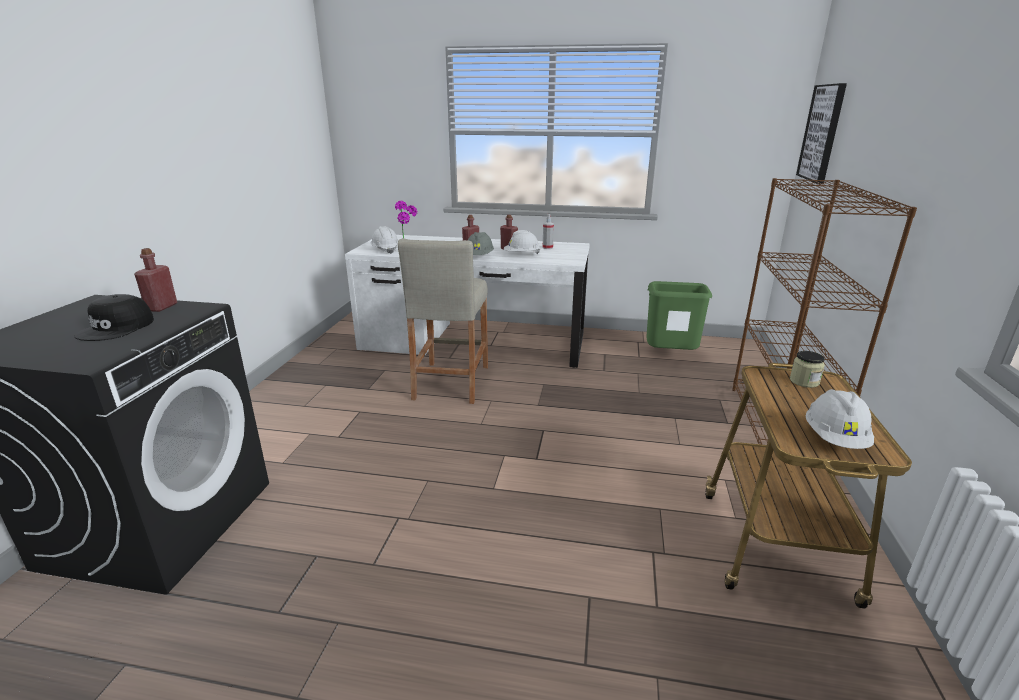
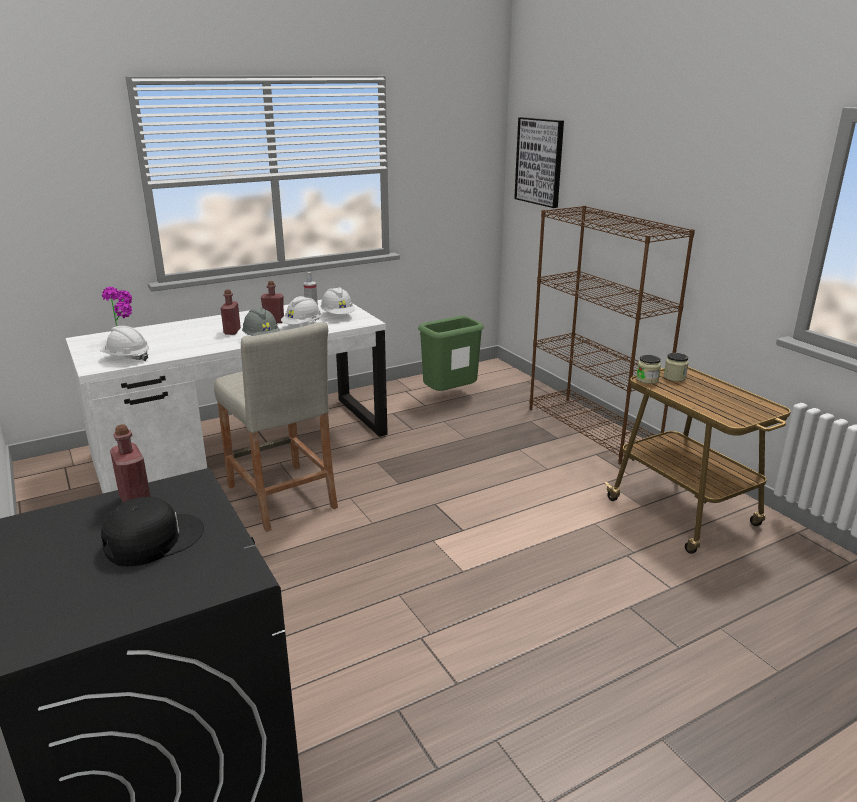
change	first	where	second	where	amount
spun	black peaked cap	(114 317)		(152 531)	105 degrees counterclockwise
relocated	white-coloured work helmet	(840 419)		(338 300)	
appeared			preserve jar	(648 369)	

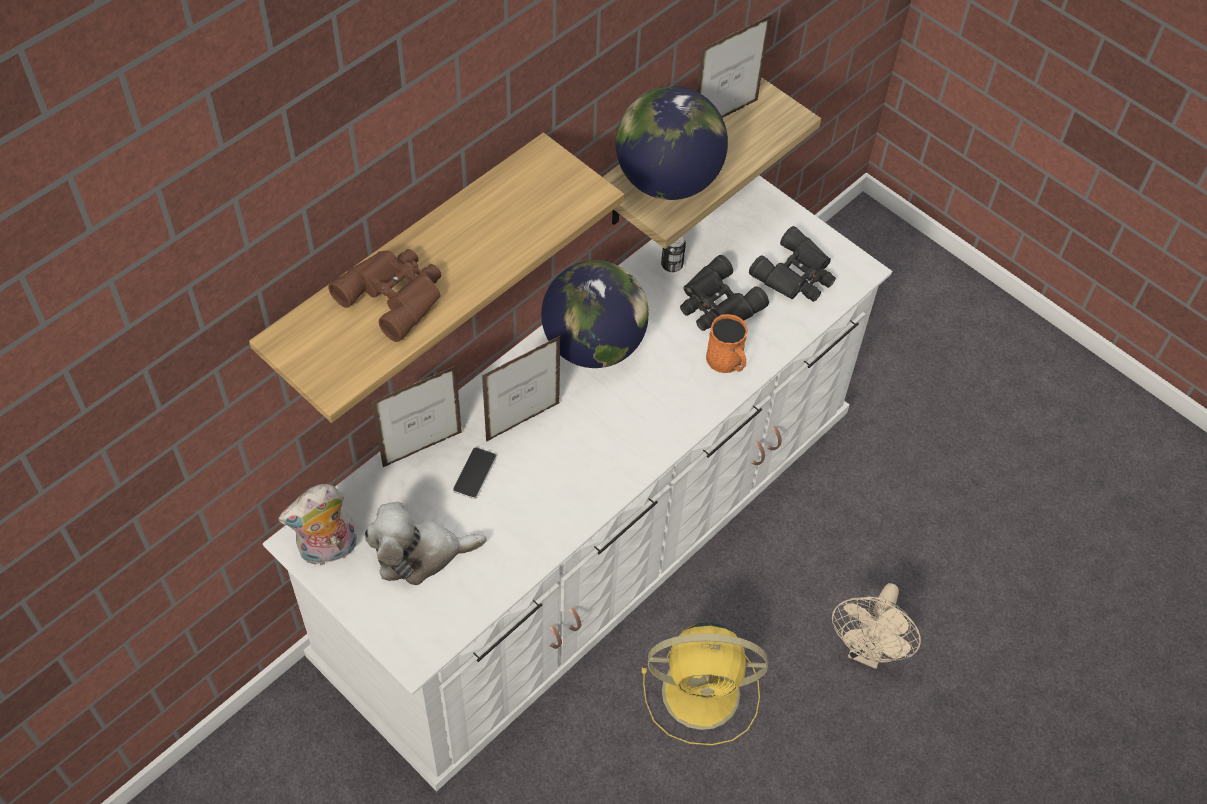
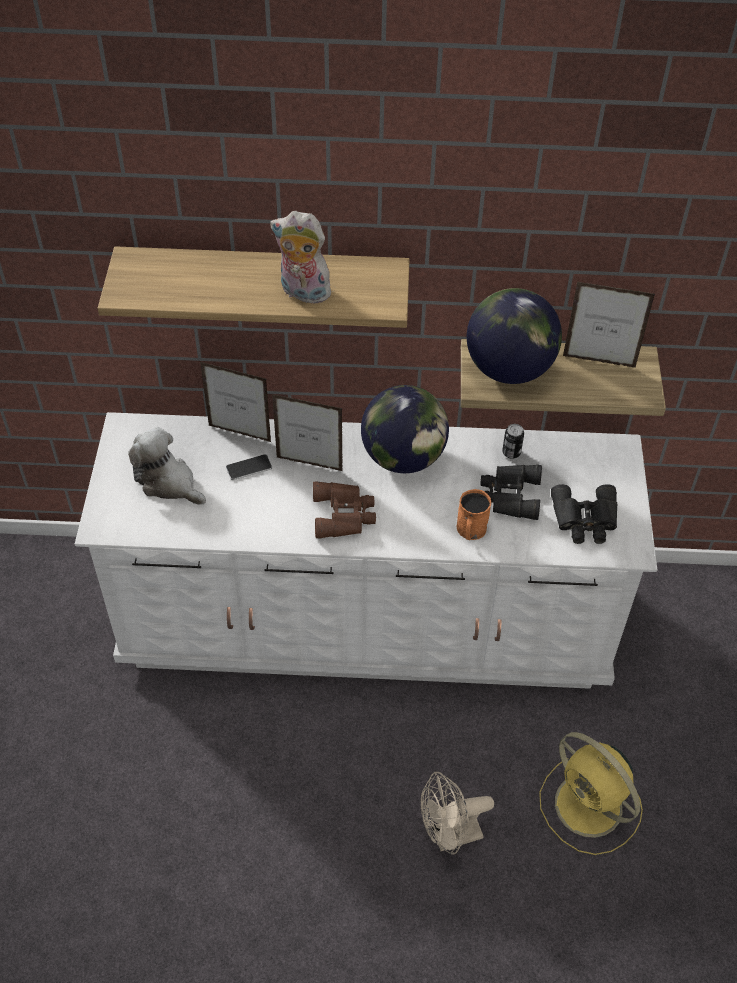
change	first	where	second	where	amount
relocated	cuddly toy	(317 524)		(303 258)	
relocated	brown-coloured pair of binoculars	(384 295)		(344 510)	
relocated	yellow cooling fan	(705 684)		(591 793)	

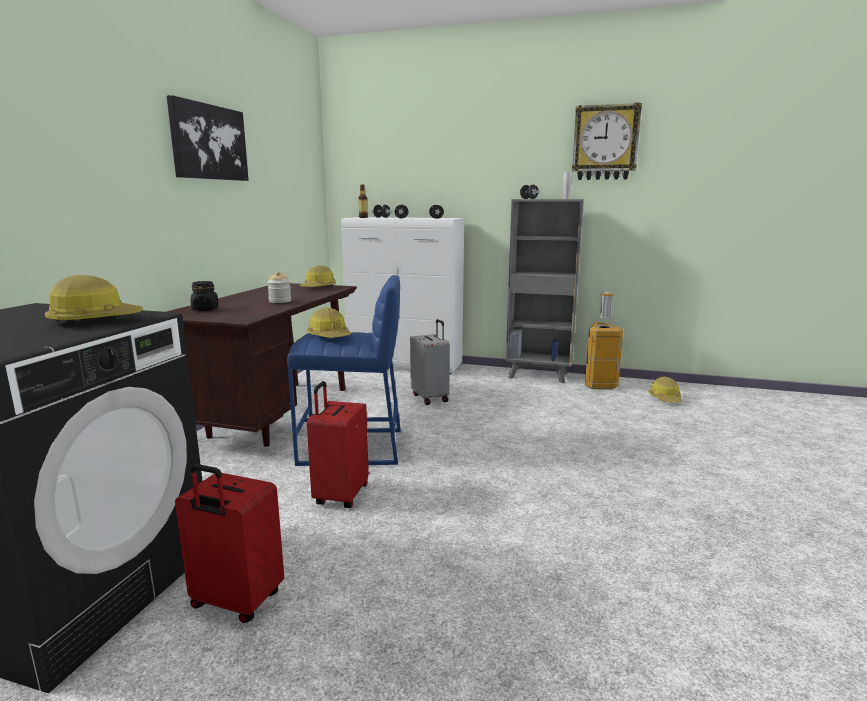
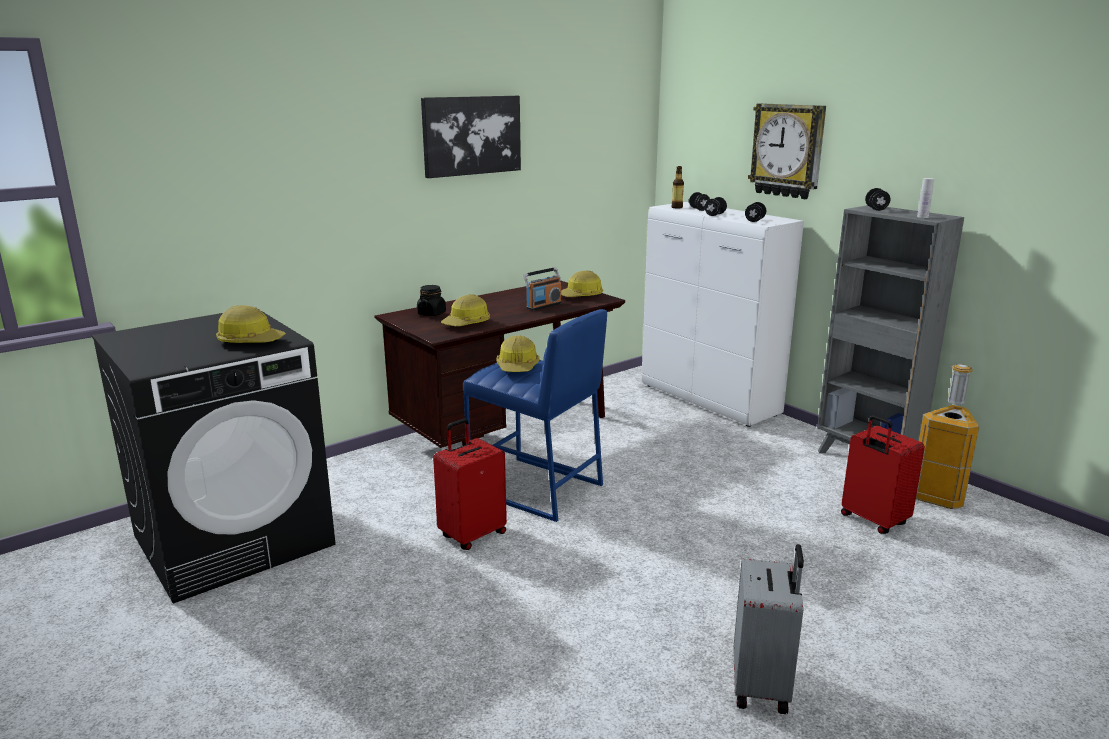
change	first	where	second	where	amount
relocated	work helmet	(665 389)		(465 310)	
appeared			radio set	(542 288)	
relocated	grey suitcase	(430 362)		(769 629)	
relocated	wall clock	(607 141)		(787 151)	
relocated	red suitcase	(229 543)		(883 474)	
missing	preserve jar	(279 287)			

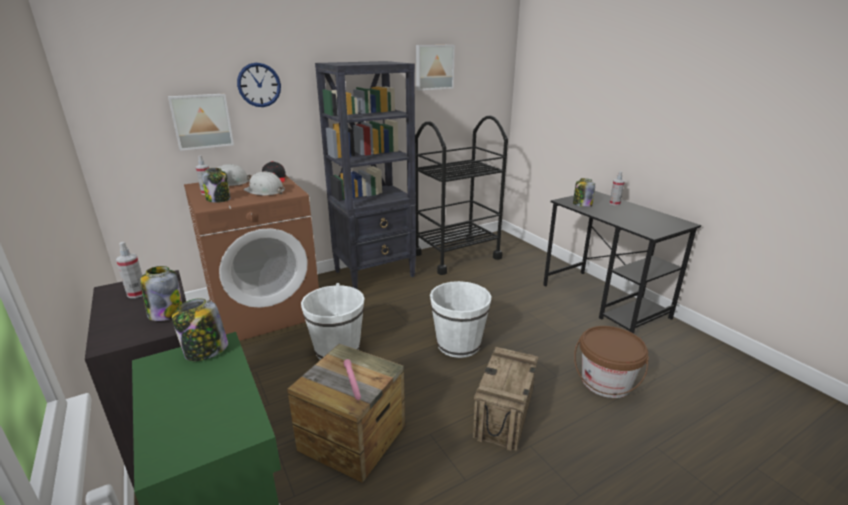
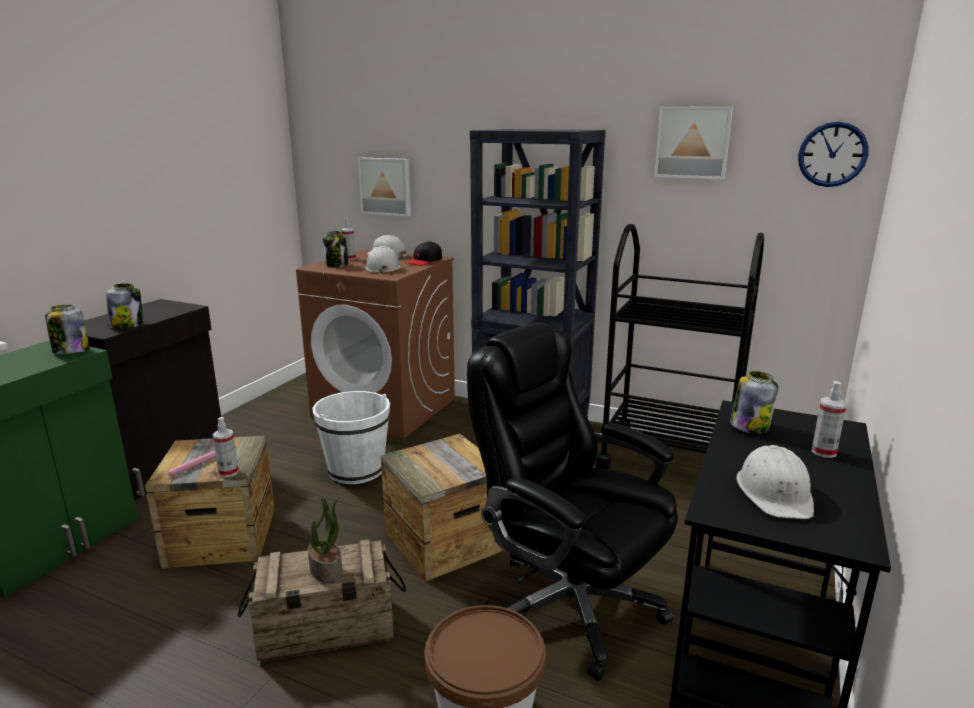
change	first	where	second	where	amount
relocated	hand sprayer	(129 270)		(226 447)	
appeared			houseplant	(325 539)	
exchanged	white-coloured bucket	(460 319)	packing crate	(443 508)	
appeared			black office chair	(572 501)	
appeared			white-coloured work helmet	(775 482)	
relocated	wall clock	(259 85)		(833 154)	

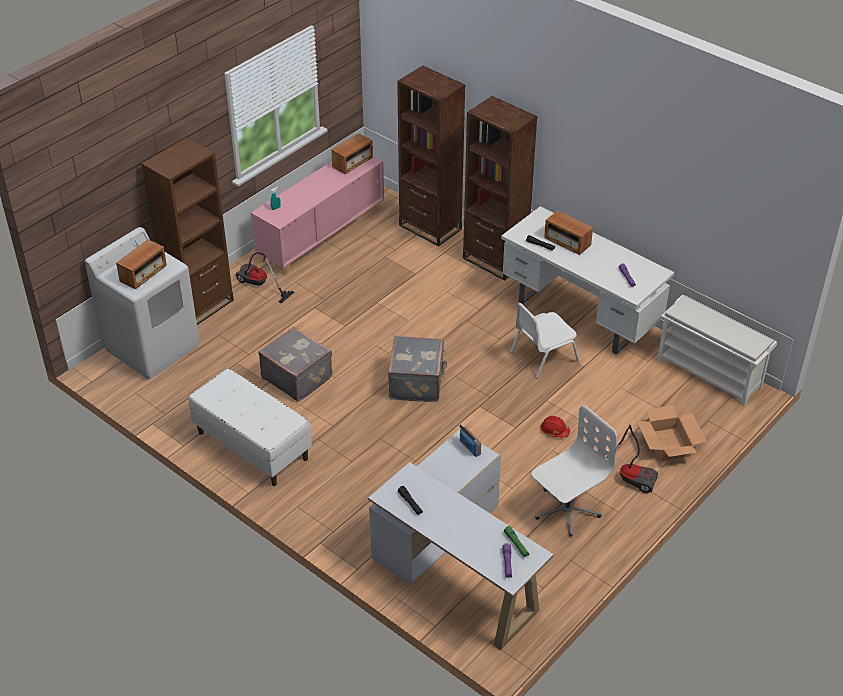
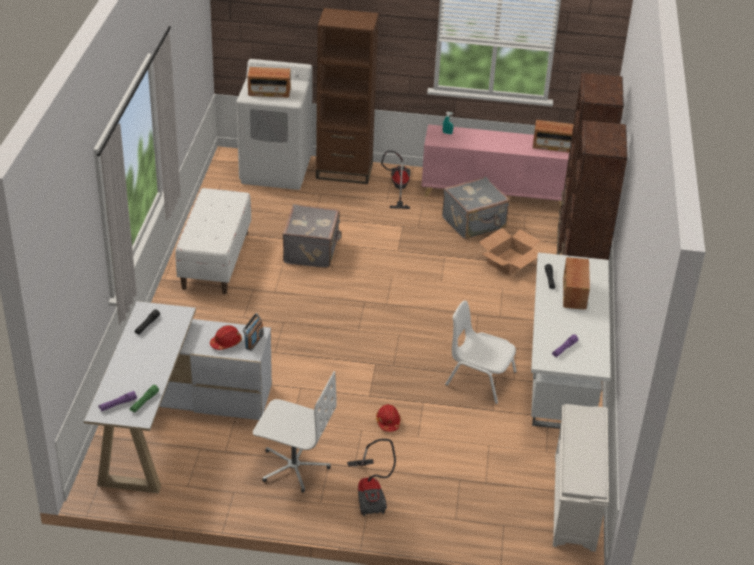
change	first	where	second	where	amount
appeared			red work helmet	(226 337)	
relocated	grey suitcase	(417 369)		(476 207)	
relocated	packing box	(672 433)		(510 252)	

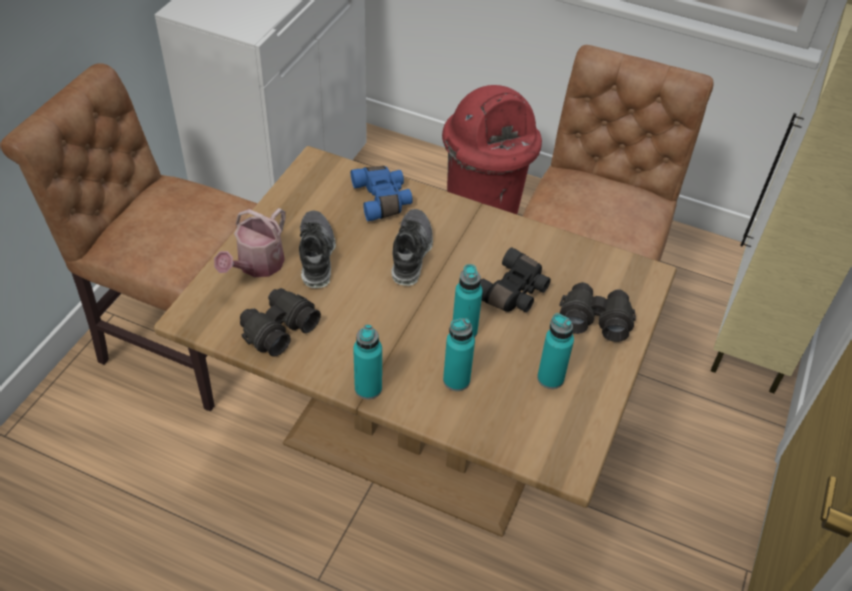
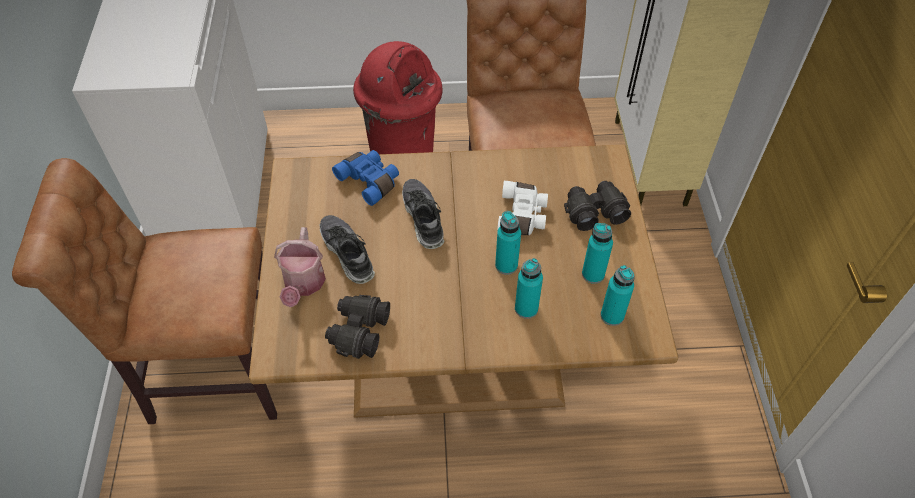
change	first	where	second	where	amount
colour	black pair of binoculars	(516 279)	white-coloured pair of binoculars	(522 208)	
relocated	turquoise drink bottle	(367 362)		(618 295)	

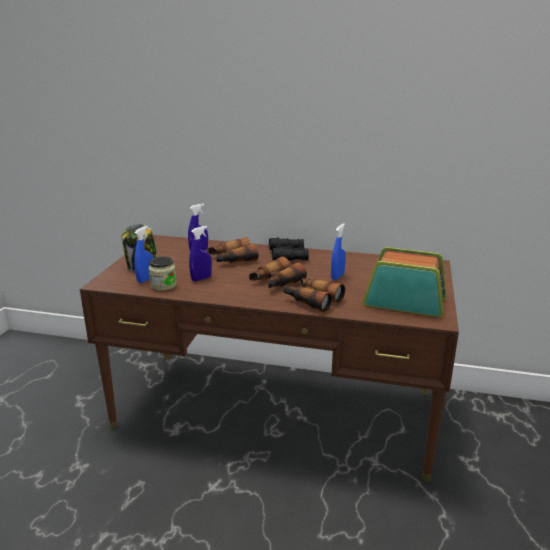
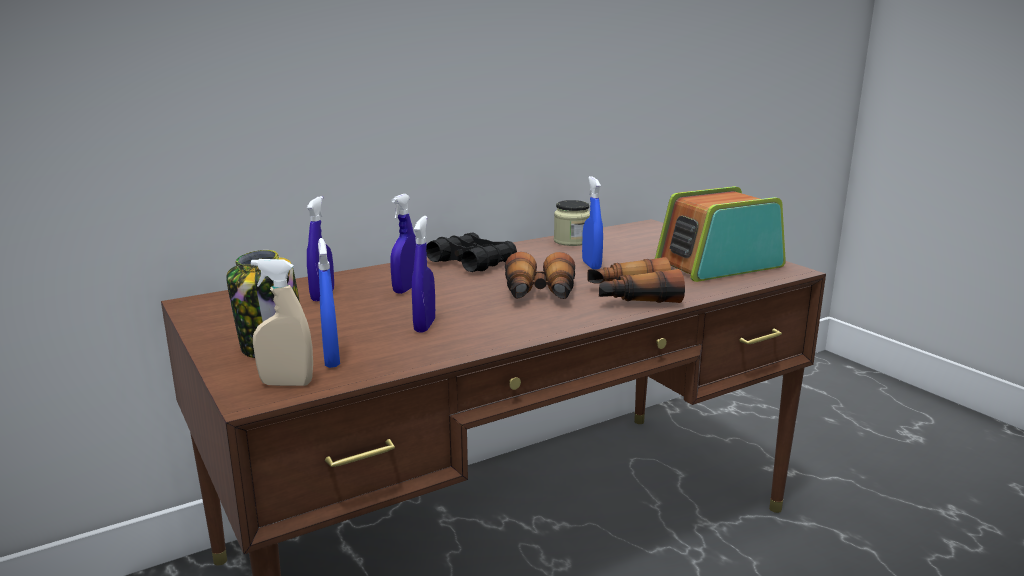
change	first	where	second	where	amount
appeared			sand-coloured hand sprayer	(282 322)	
exchanged	pair of binoculars	(233 250)	blue hand sprayer	(403 244)	
relocated	preserve jar	(162 273)		(572 223)	

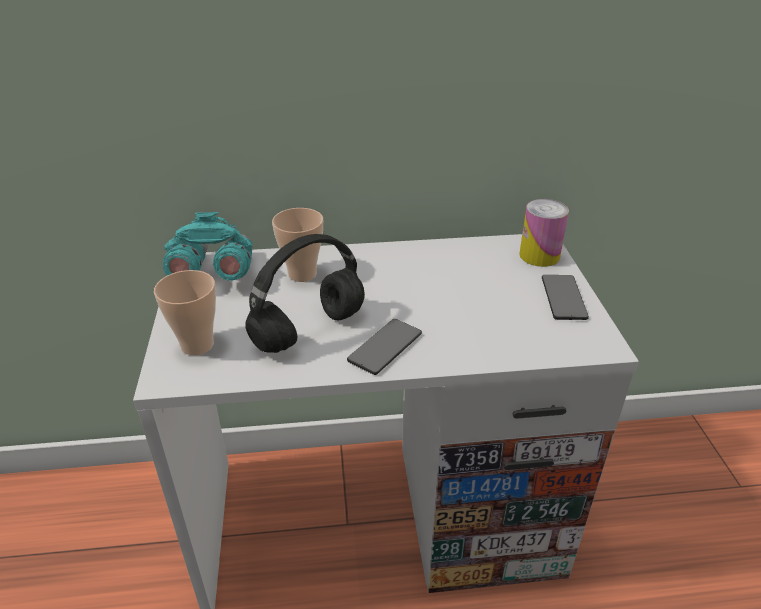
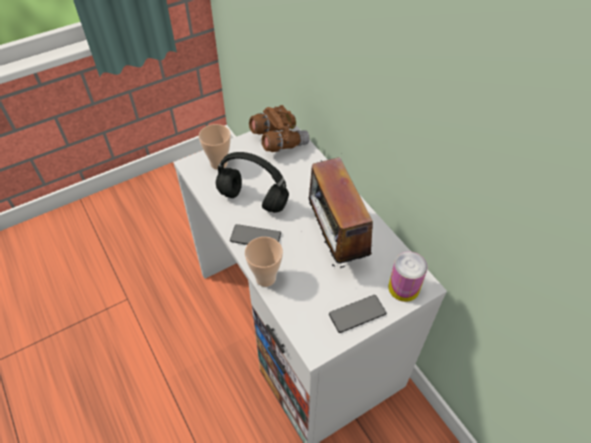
change	first	where	second	where	amount
relocated	cup	(297 245)		(264 262)	
colour	turquoise pair of binoculars	(208 246)	brown-coloured pair of binoculars	(279 128)	
appeared			radio set	(340 212)	

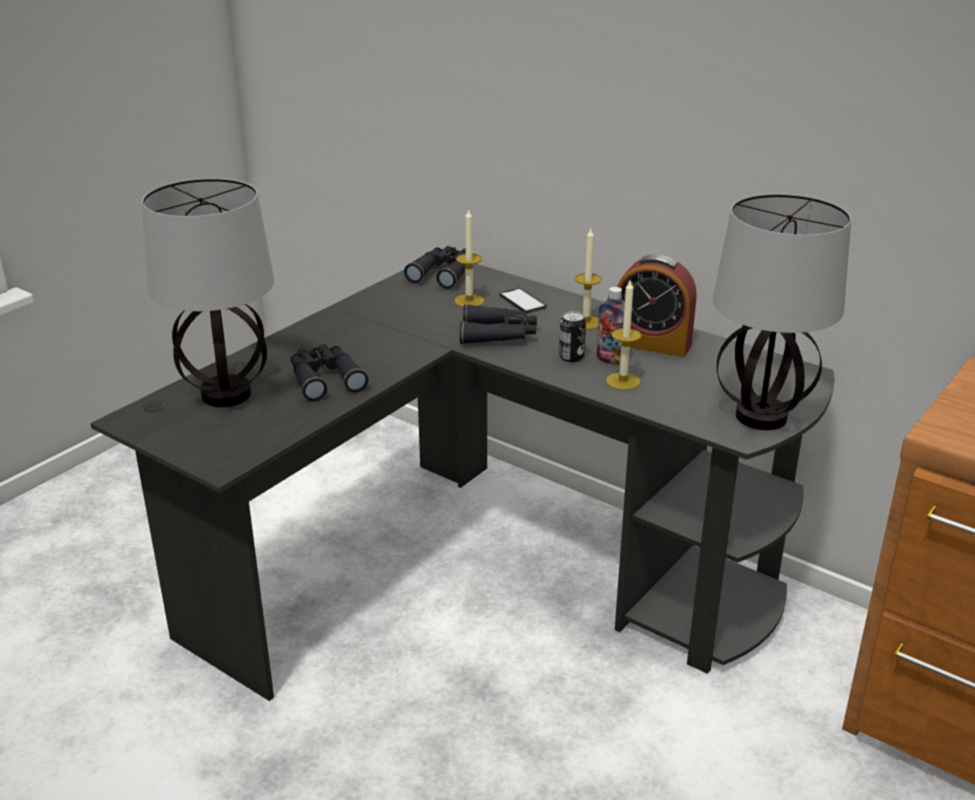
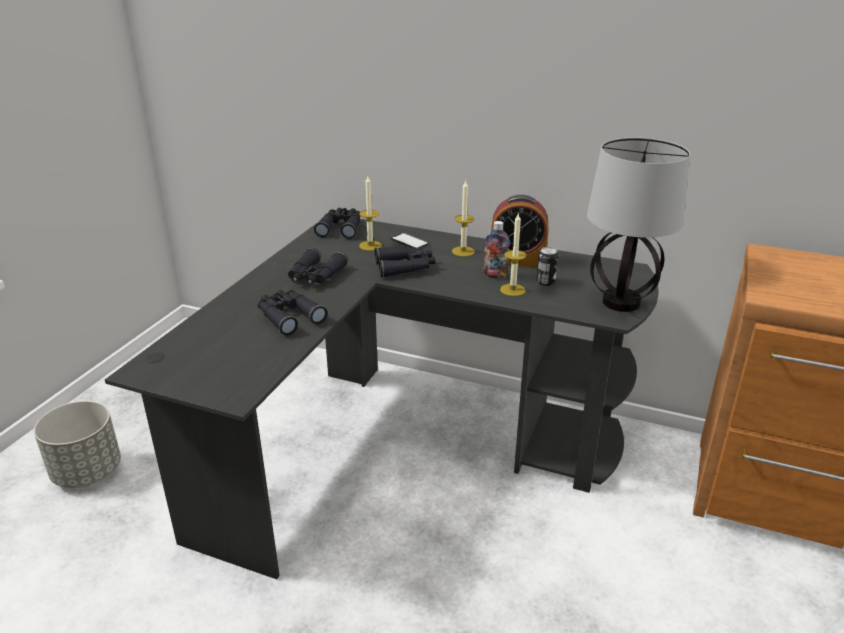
change	first	where	second	where	amount
appeared			grey flower pot	(77 444)	
appeared			black pair of binoculars	(318 266)	
relocated	sealed can	(572 336)		(547 266)	
missing	table lamp	(208 292)			

